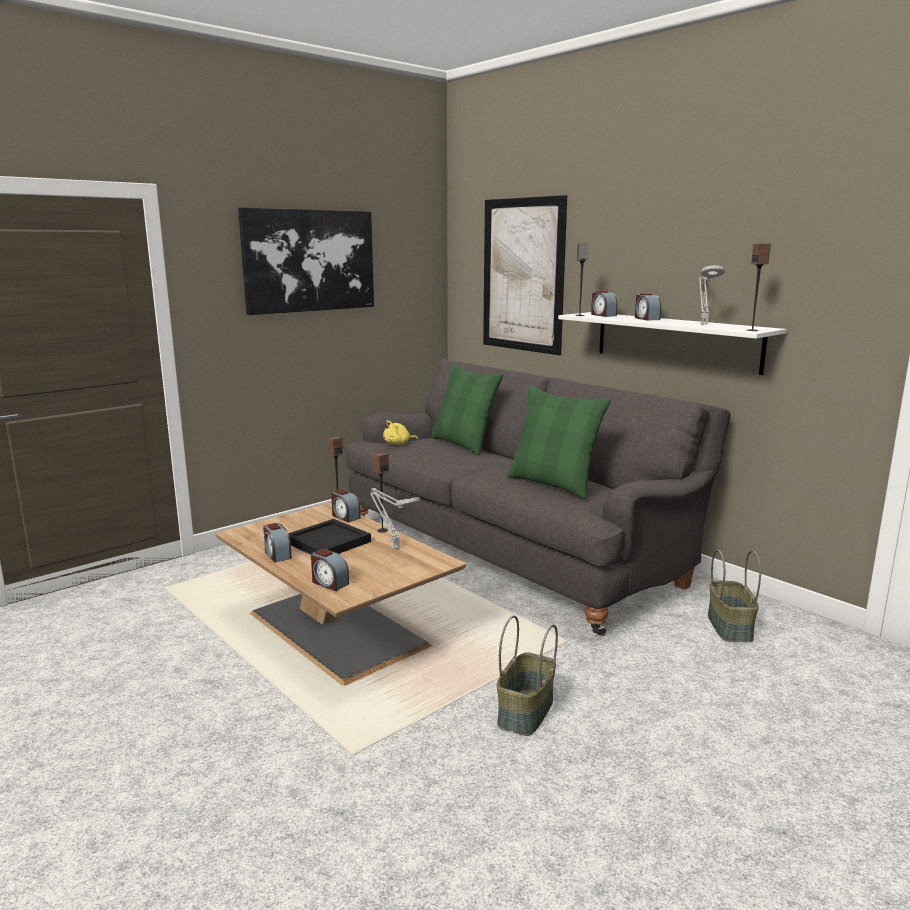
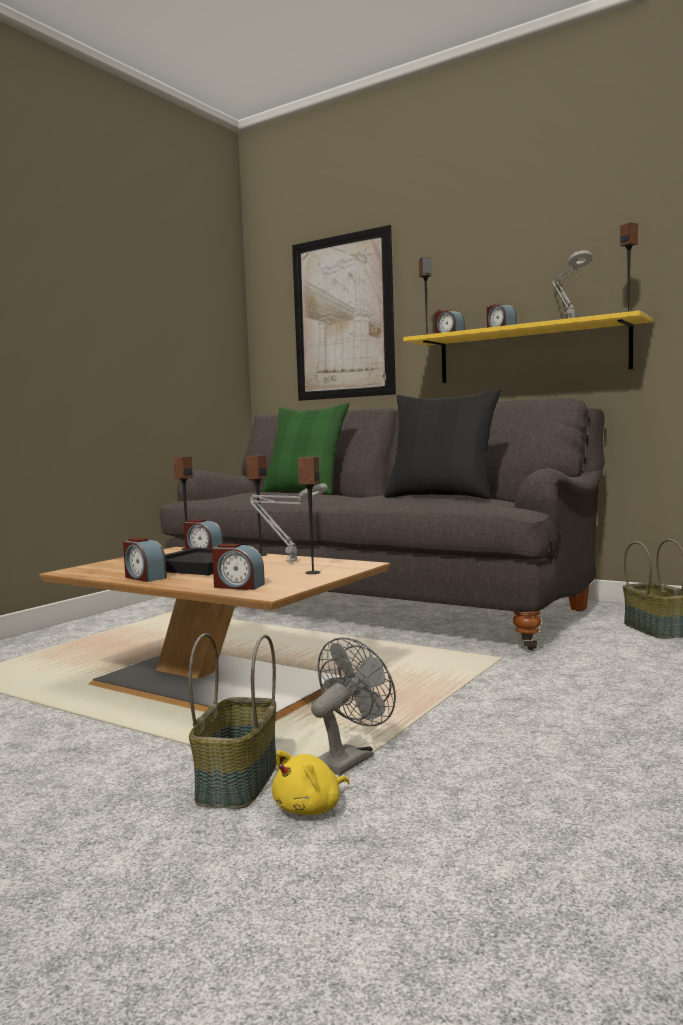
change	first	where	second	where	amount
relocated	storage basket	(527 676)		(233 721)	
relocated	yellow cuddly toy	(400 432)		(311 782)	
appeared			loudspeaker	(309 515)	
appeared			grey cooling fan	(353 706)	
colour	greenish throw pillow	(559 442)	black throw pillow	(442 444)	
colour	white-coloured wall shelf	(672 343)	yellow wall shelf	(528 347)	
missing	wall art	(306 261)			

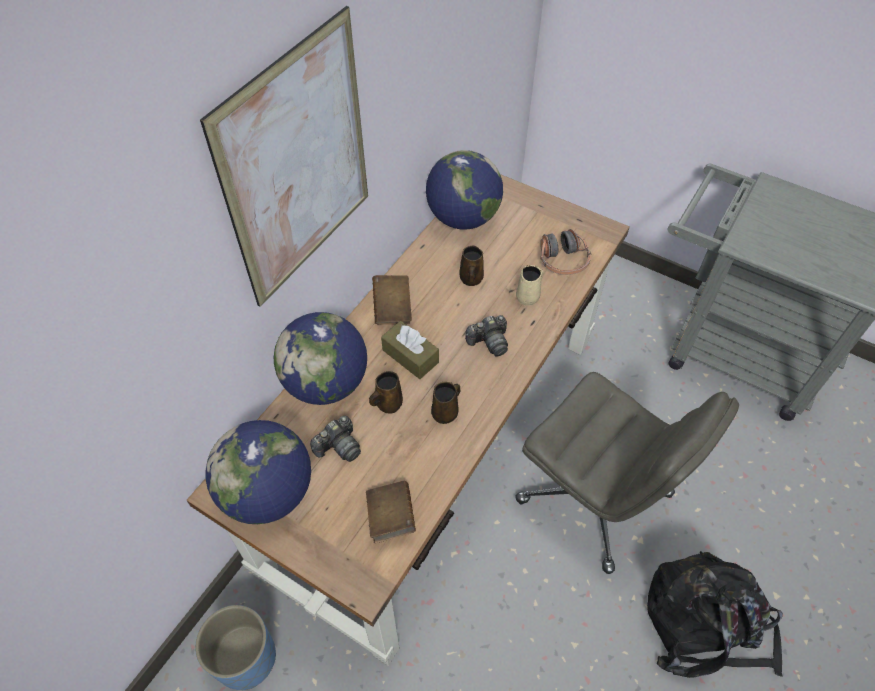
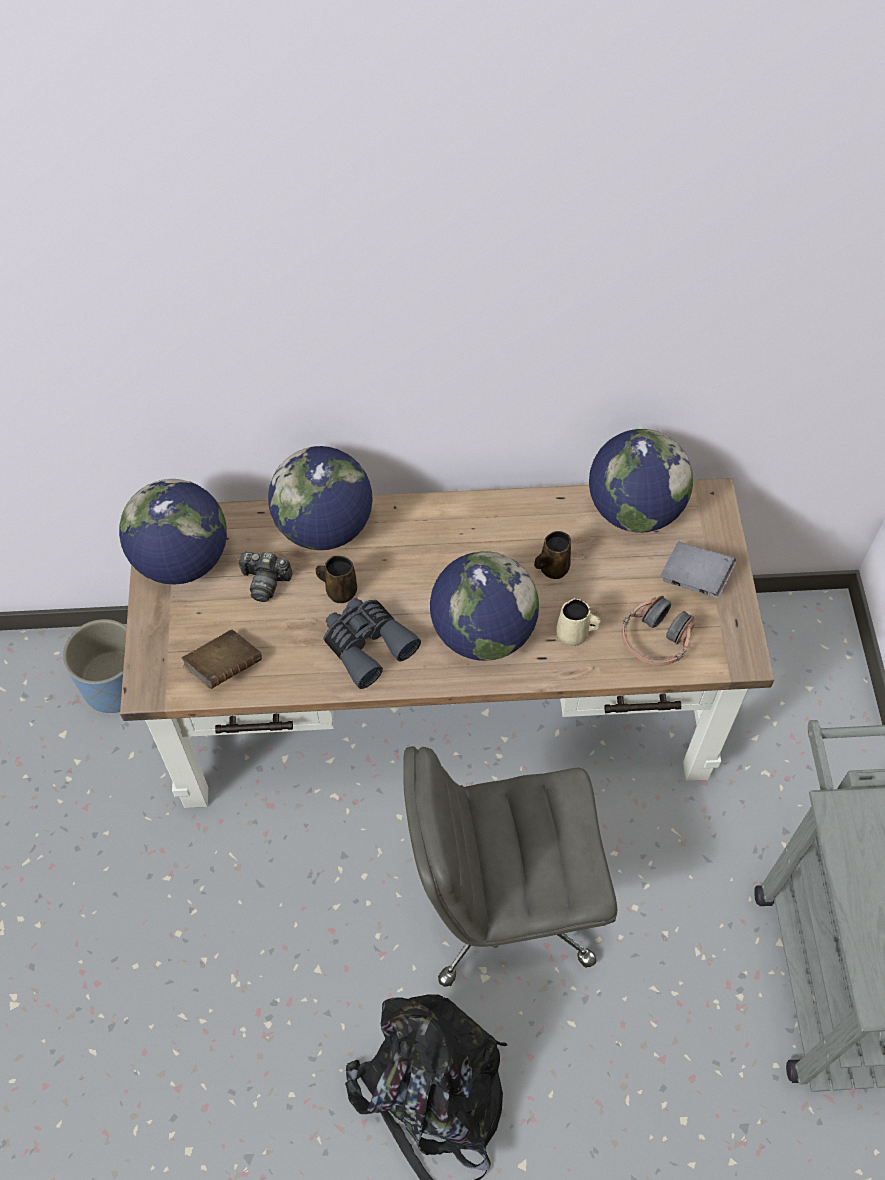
change	first	where	second	where	amount
exchanged	brown-coloured mug	(445 403)	grey pair of binoculars	(372 643)	
spun	grey office chair	(627 473)		(511 866)	75 degrees clockwise
exchanged	still camera	(486 336)	globe	(484 606)	
appeared			grey book	(698 570)	
missing	wall art	(284 156)			
missing	brown-coloured book	(392 300)			
missing	brown-coloured box of tissues	(410 350)			

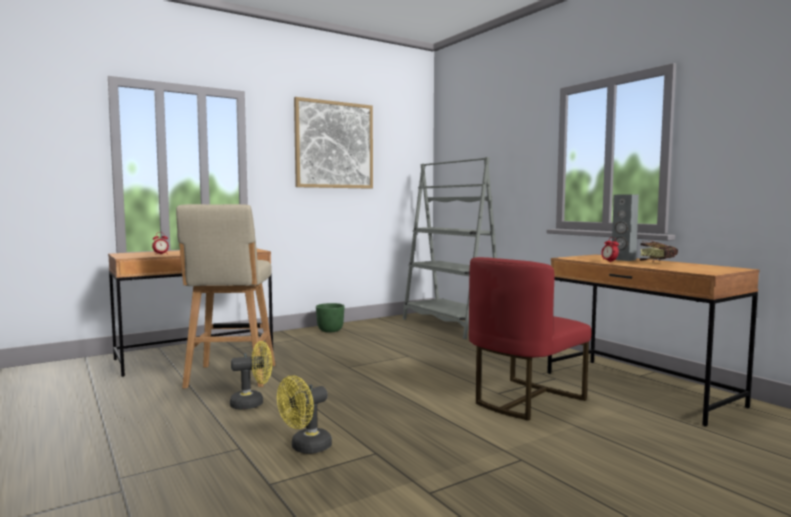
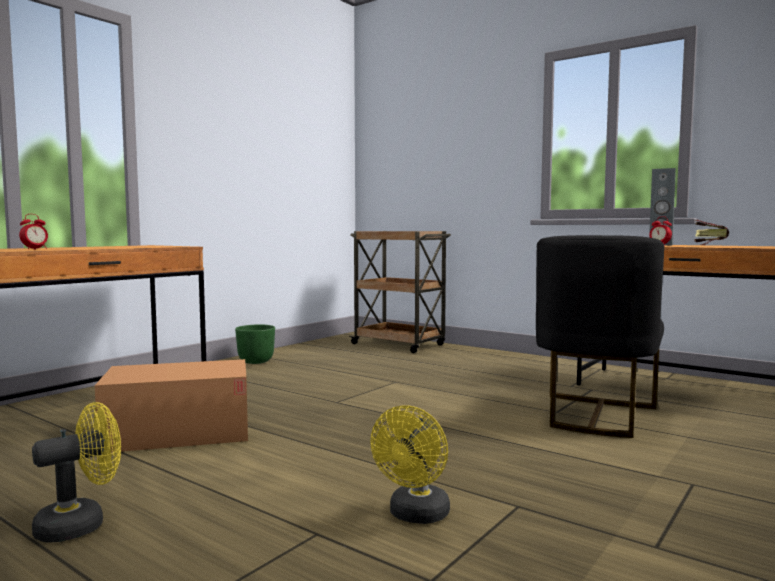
change	first	where	second	where	amount
relocated	yellow cooling fan	(251 375)		(76 472)	
exchanged	sand-coloured sitting stool	(225 296)	packing box	(171 405)	
exchanged	grey shelving unit	(450 248)	brown-coloured cart	(400 292)	
colour	red upright chair	(530 339)	black upright chair	(600 336)	
missing	wall art	(333 143)			

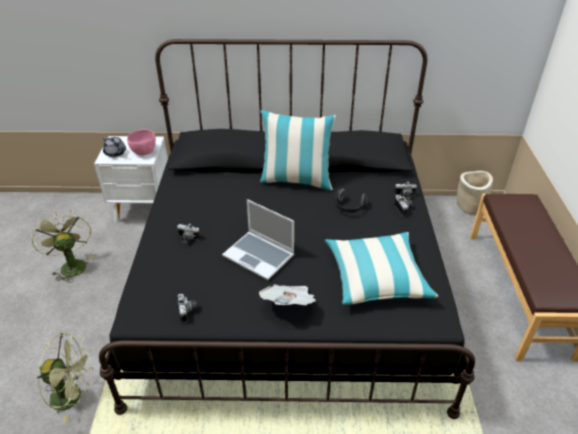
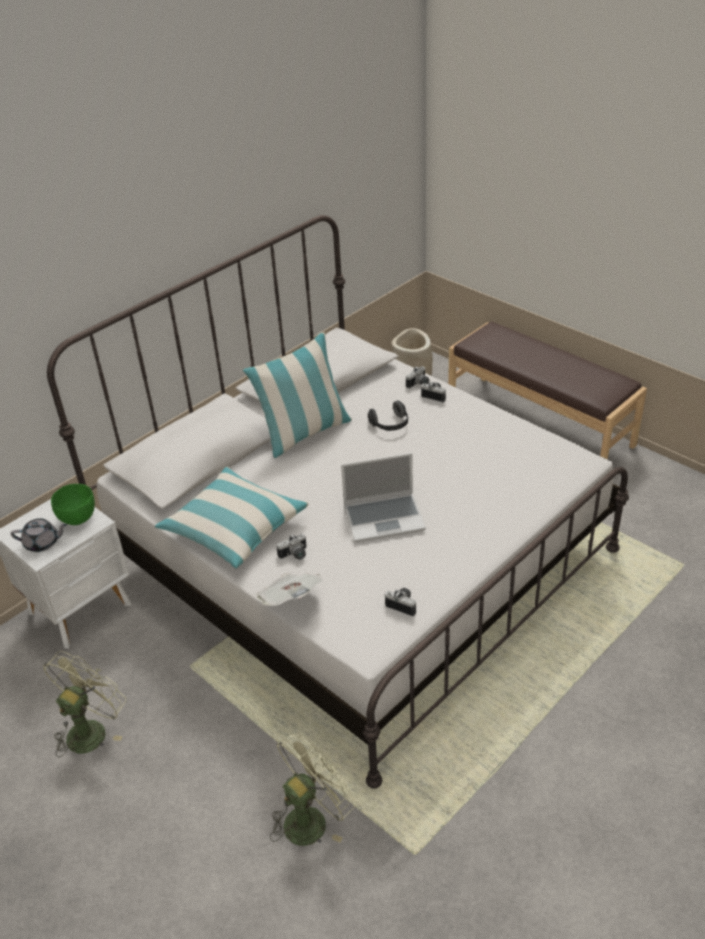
change	first	where	second	where	amount
spun	greenish cooling fan	(61 246)		(84 704)	105 degrees clockwise
colour	black sleeping bed	(287 229)	white-coloured sleeping bed	(338 502)	
colour	pinkish bowl	(141 142)	greenish bowl	(73 504)	
relocated	throw pillow	(381 268)		(232 517)	
relocated	daily paper	(287 295)		(289 589)	

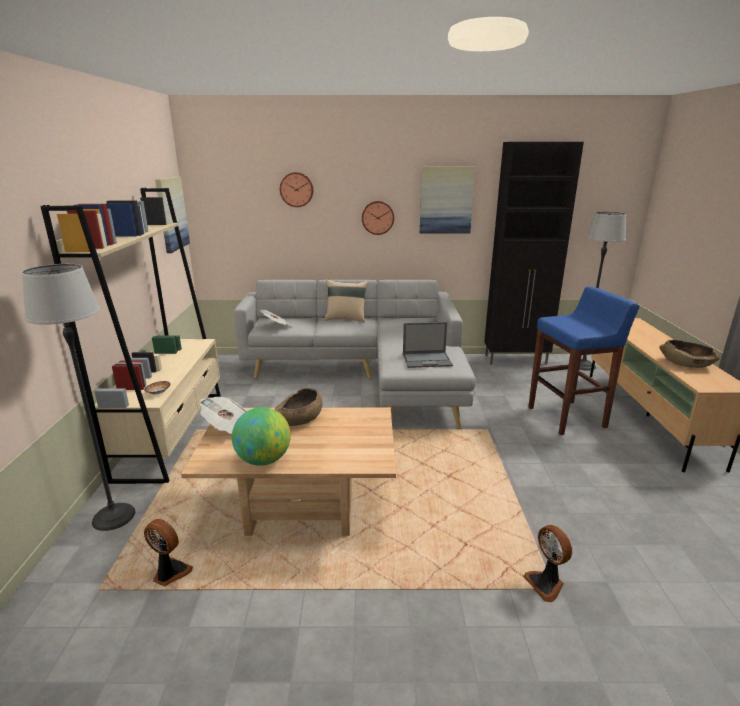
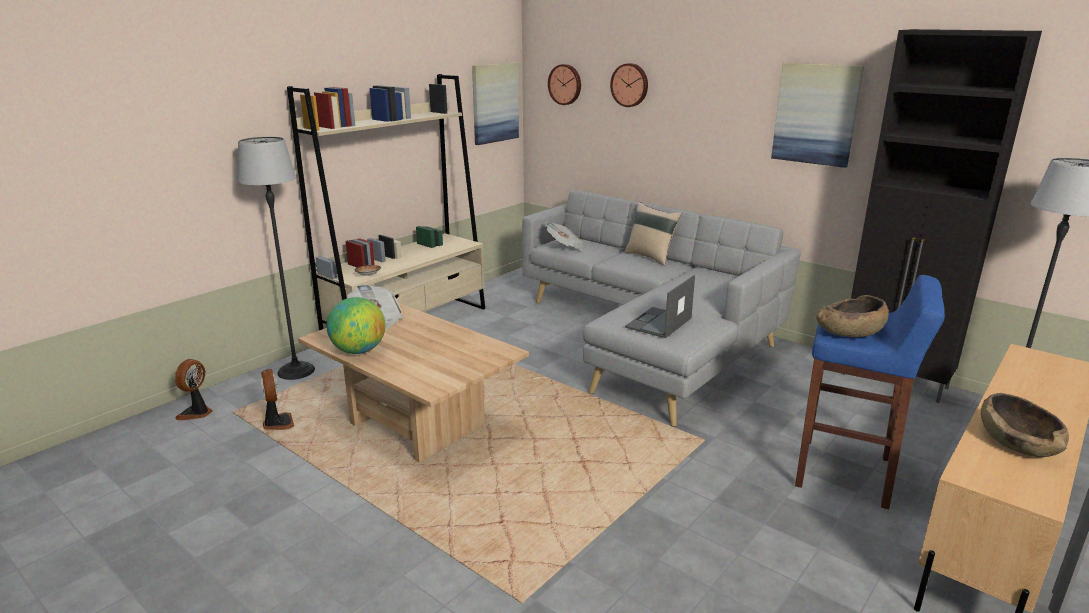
change	first	where	second	where	amount
relocated	cooling fan	(547 563)		(194 389)	
relocated	wall clock	(378 218)		(564 84)	
spun	notebook computer	(428 345)		(660 306)	90 degrees clockwise
relocated	brown-coloured bowl	(299 407)		(852 316)	

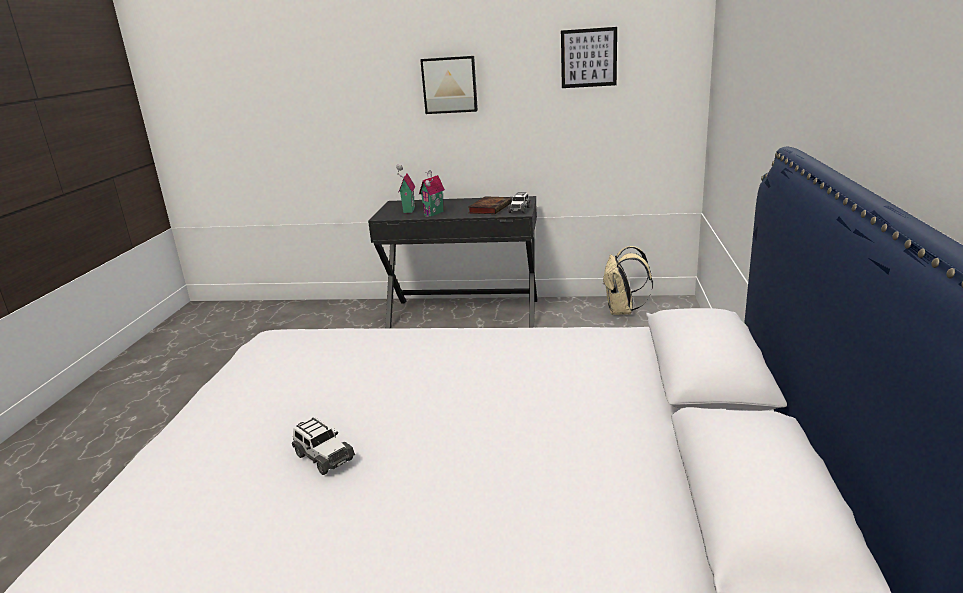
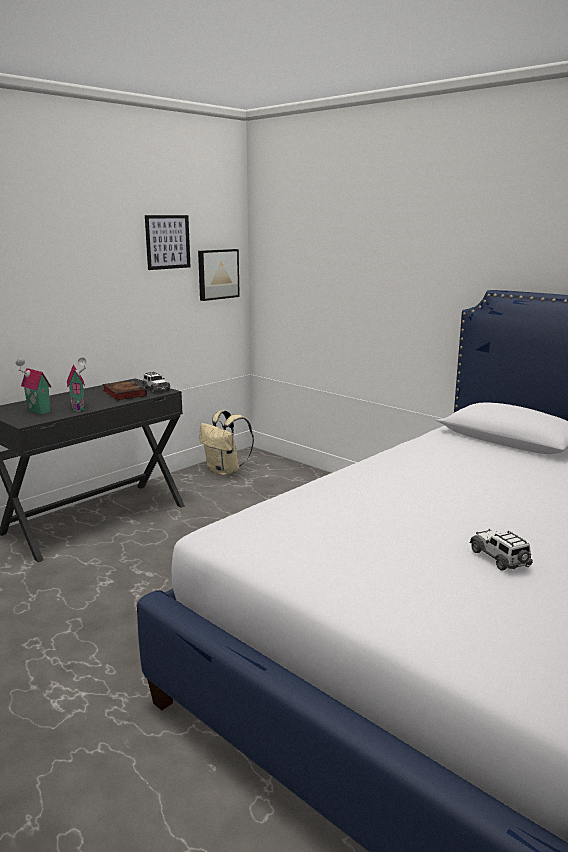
change	first	where	second	where	amount
relocated	wall art	(449 85)		(219 275)	
spun	model car	(323 446)		(501 549)	105 degrees counterclockwise

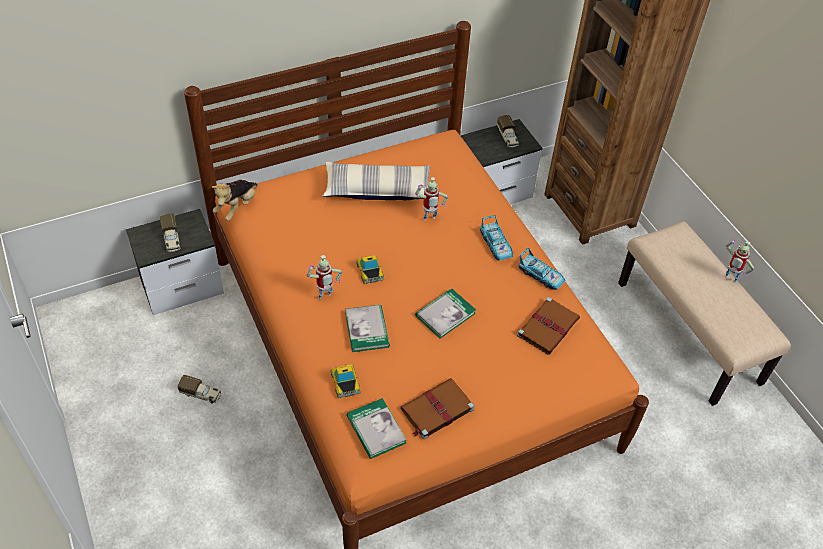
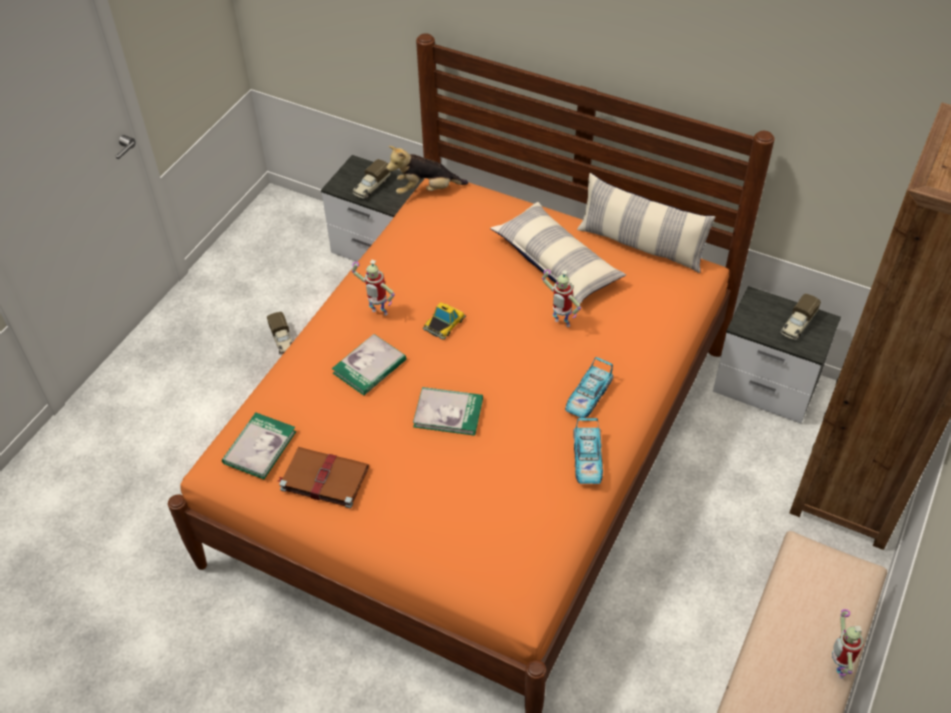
change	first	where	second	where	amount
appeared			throw pillow	(646 223)	
missing	model car	(346 381)			
missing	brown-coloured book	(548 326)			

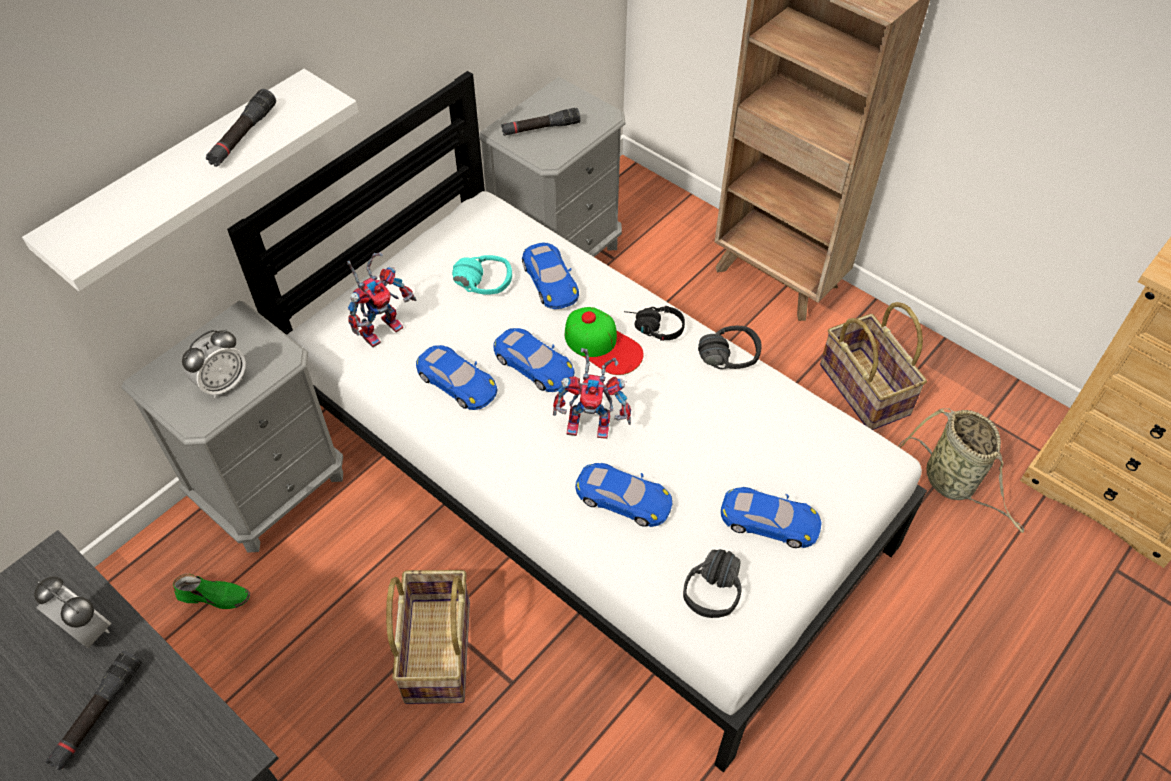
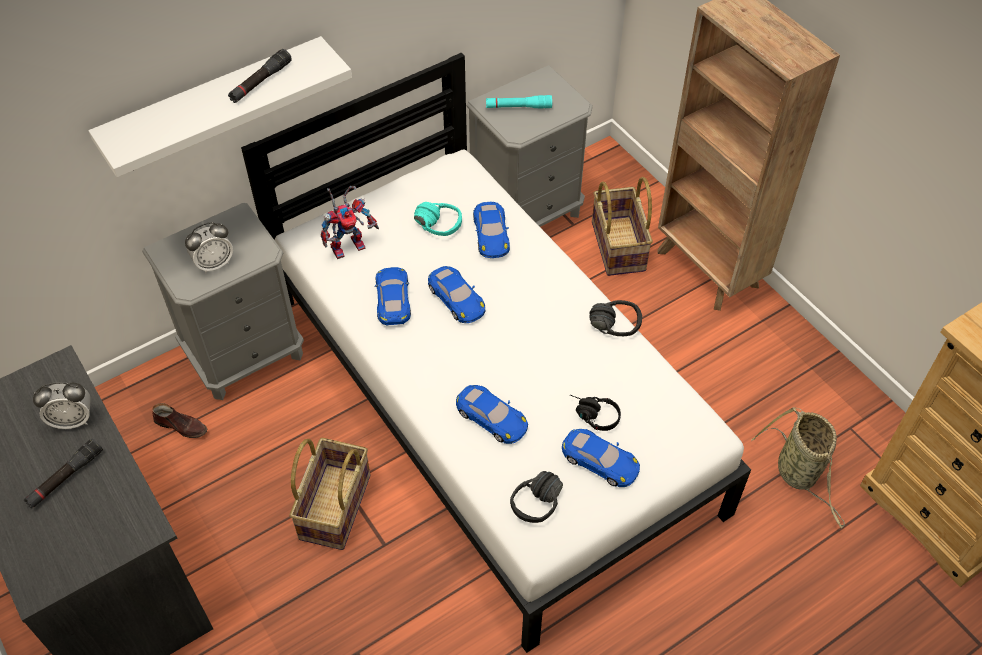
change	first	where	second	where	amount
spun	table clock	(72 612)		(62 405)	120 degrees clockwise
colour	greenish shoe	(211 591)	brown-coloured shoe	(179 420)	
spun	blue model car	(456 377)		(393 296)	150 degrees counterclockwise
colour	black hand torch	(540 122)	turquoise hand torch	(519 102)	
relocated	black headset	(654 323)		(595 413)	
relocated	storage basket	(873 366)		(622 226)	
missing	model robot	(592 393)			
missing	peaked cap	(604 341)			

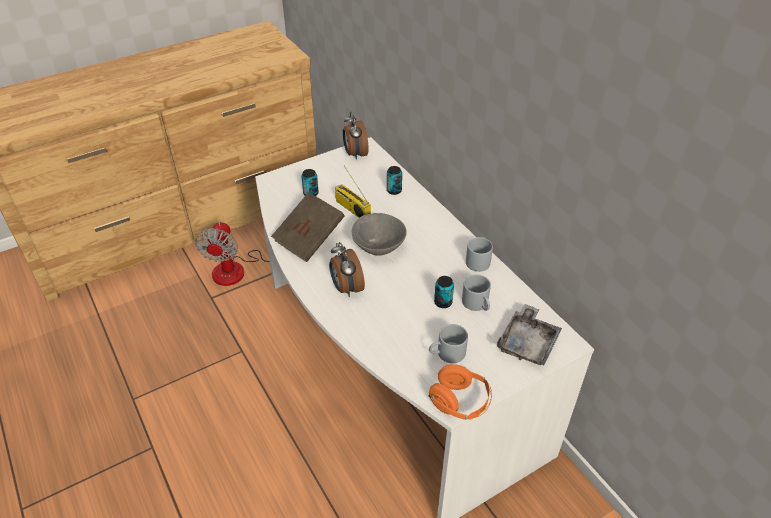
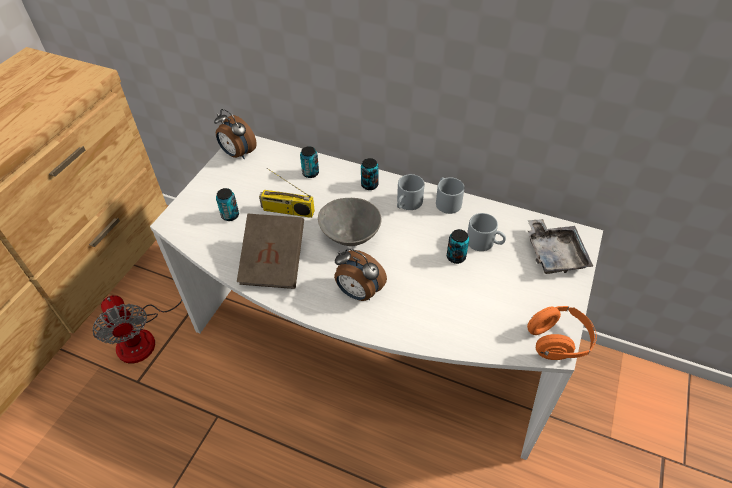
change	first	where	second	where	amount
appeared			sealed can	(370 174)	
relocated	grey mug	(448 343)		(410 192)	

